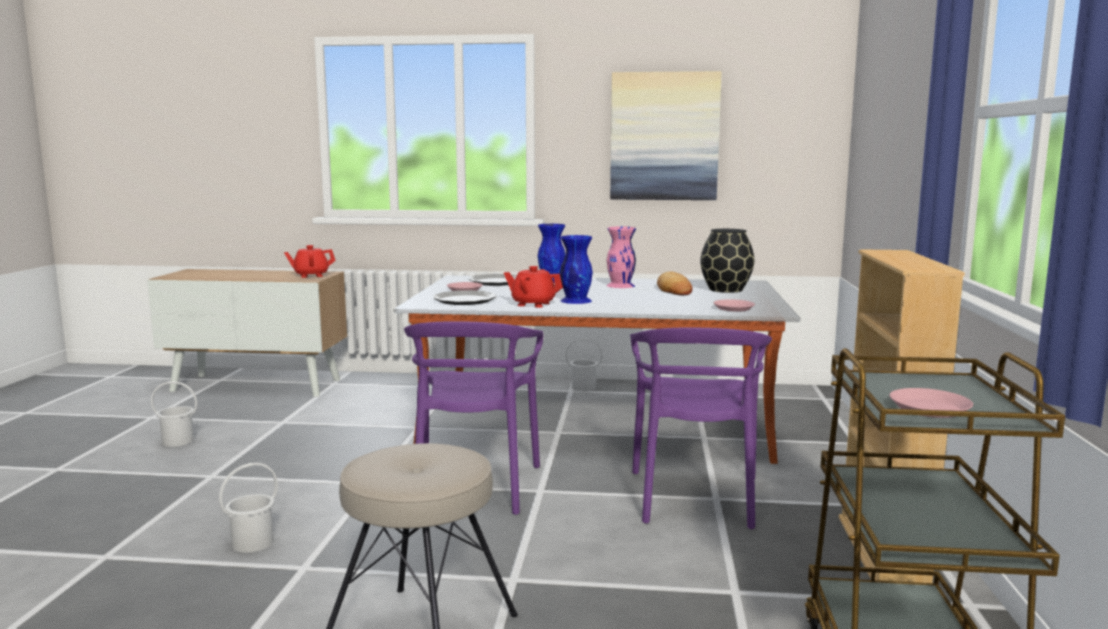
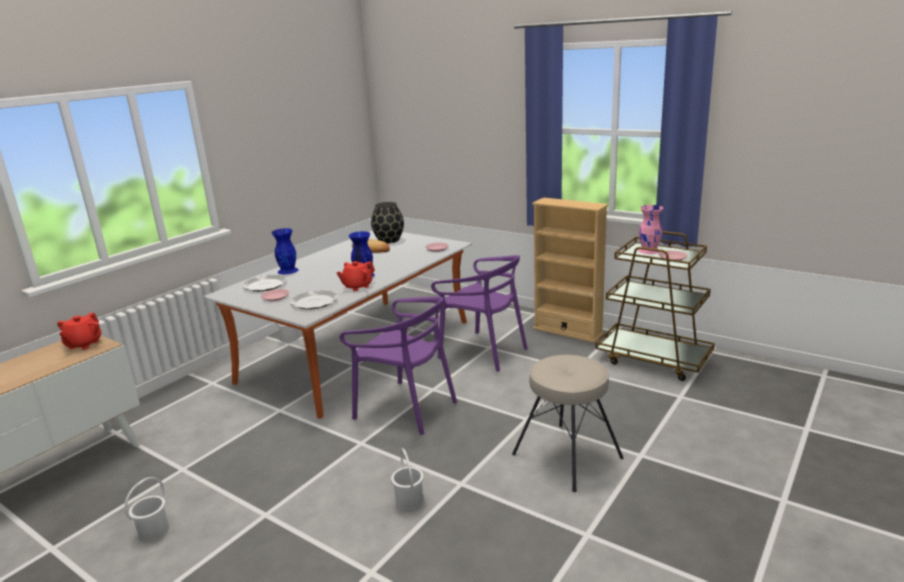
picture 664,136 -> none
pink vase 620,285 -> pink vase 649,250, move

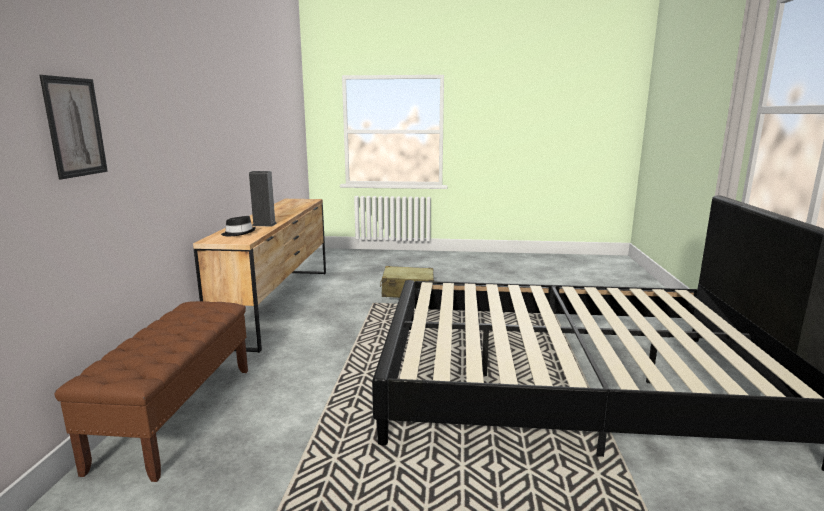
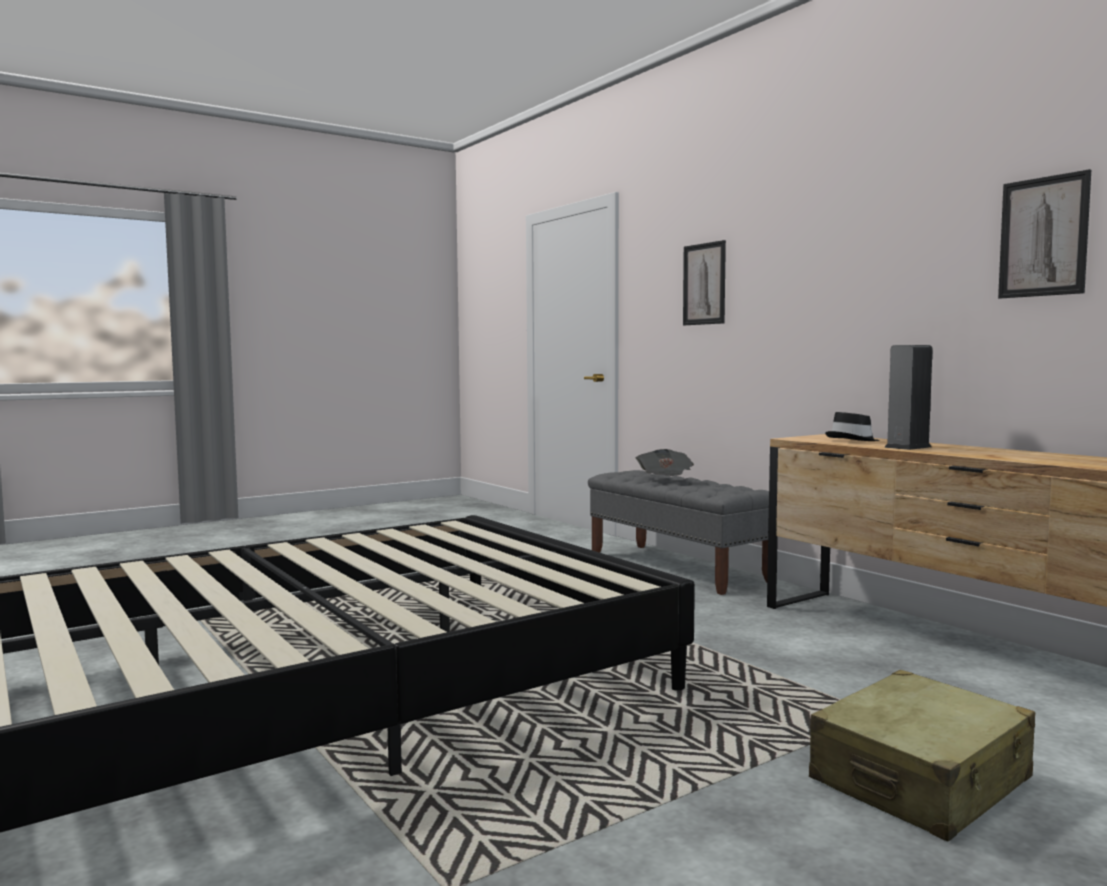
none -> newspaper 665,479
none -> picture 1043,237
brown bench 177,414 -> grey bench 677,568

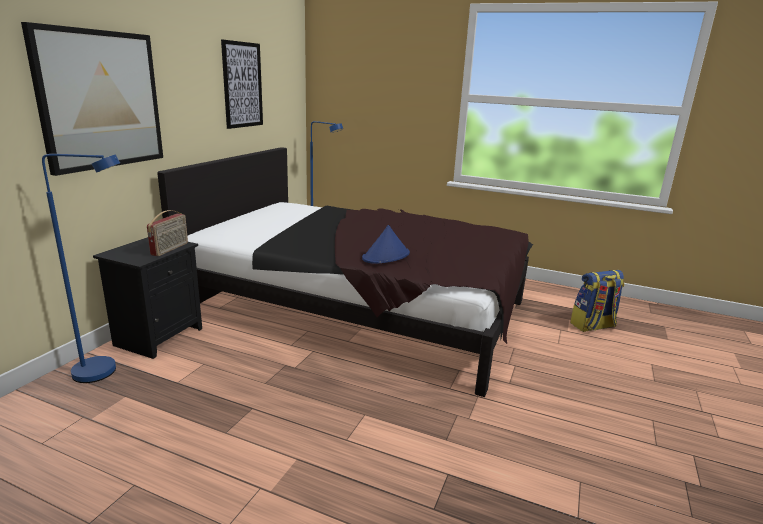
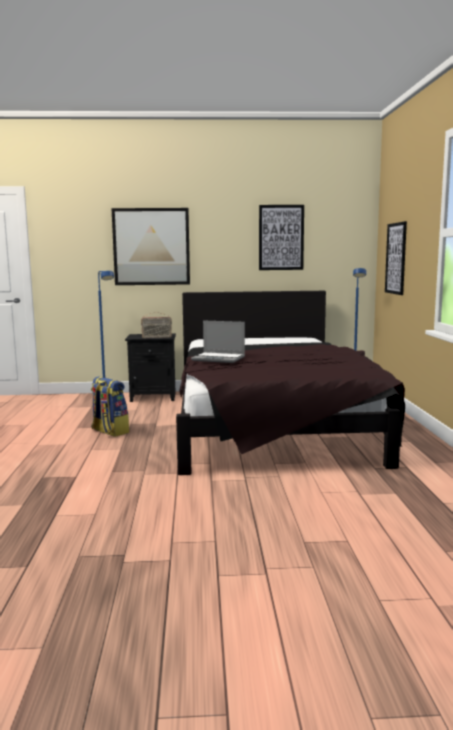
none -> picture 396,258
backpack 593,326 -> backpack 109,431, move
blue hat 386,256 -> laptop 219,359

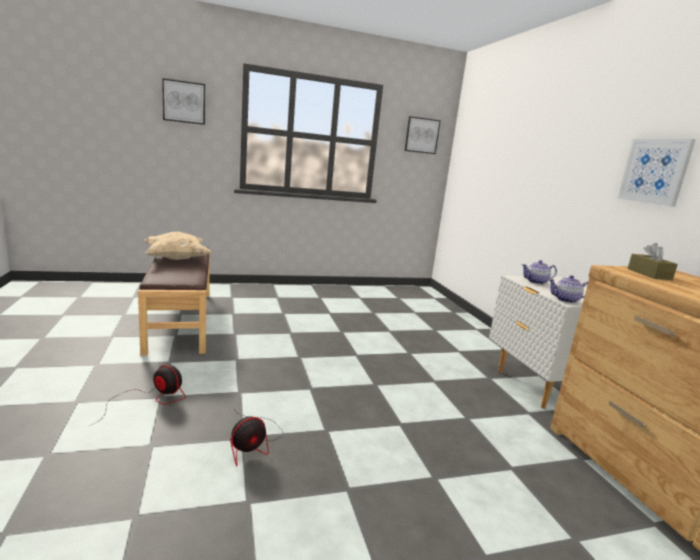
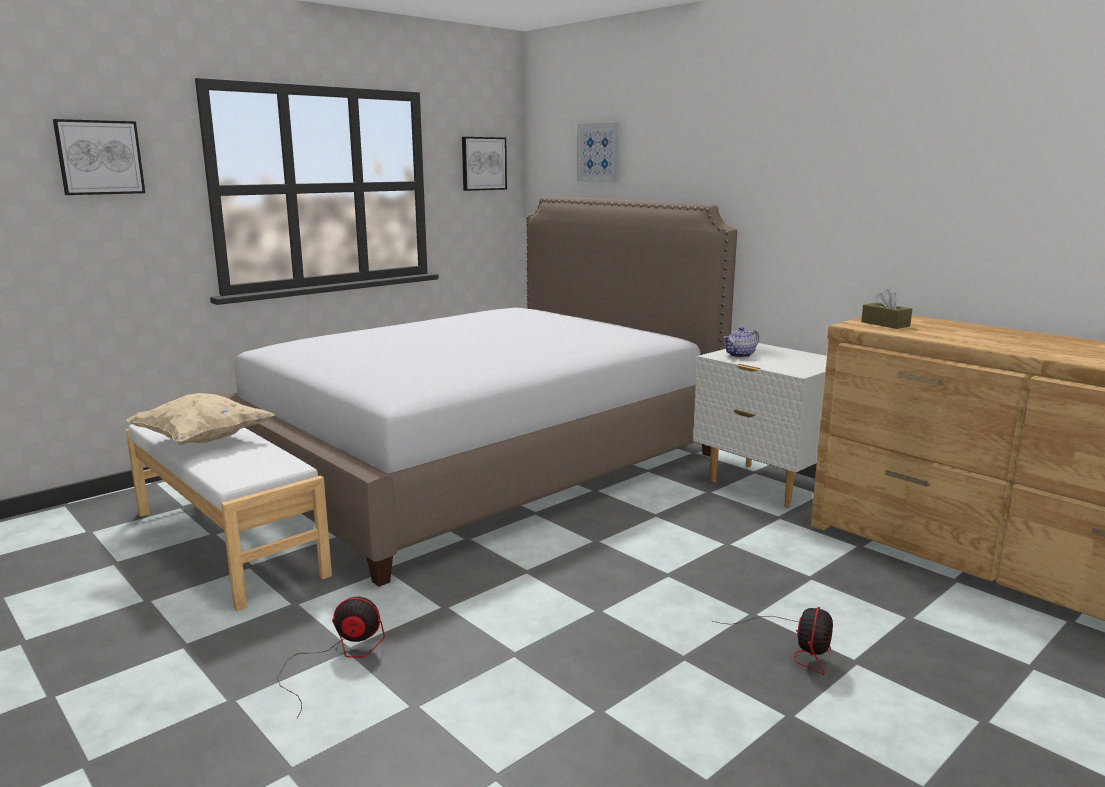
teapot 566,300 -> none
none -> bed 481,465
fan 253,443 -> fan 796,647, move
picture 655,171 -> picture 599,152, move
brown bench 181,320 -> white bench 229,542

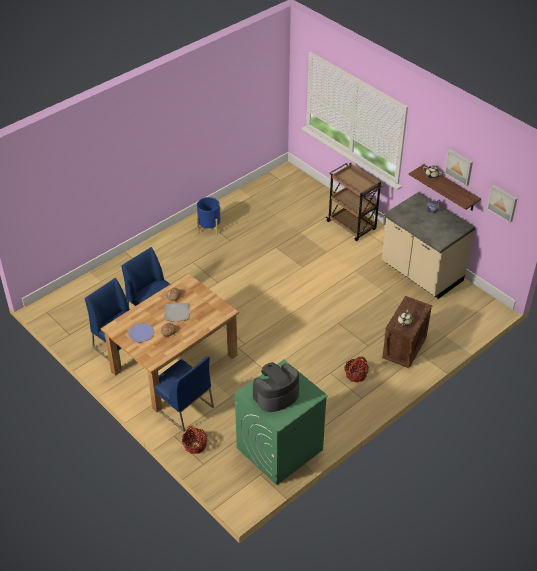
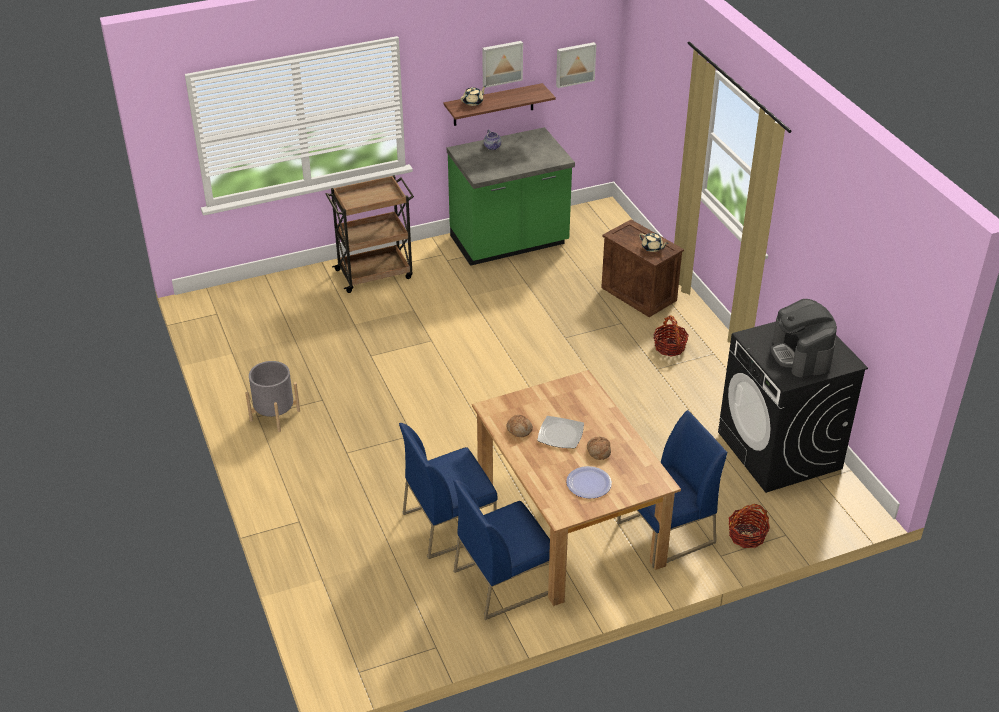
blue planter 209,228 -> grey planter 275,415
green washing machine 279,449 -> black washing machine 779,451
beige counter 421,273 -> green counter 509,243

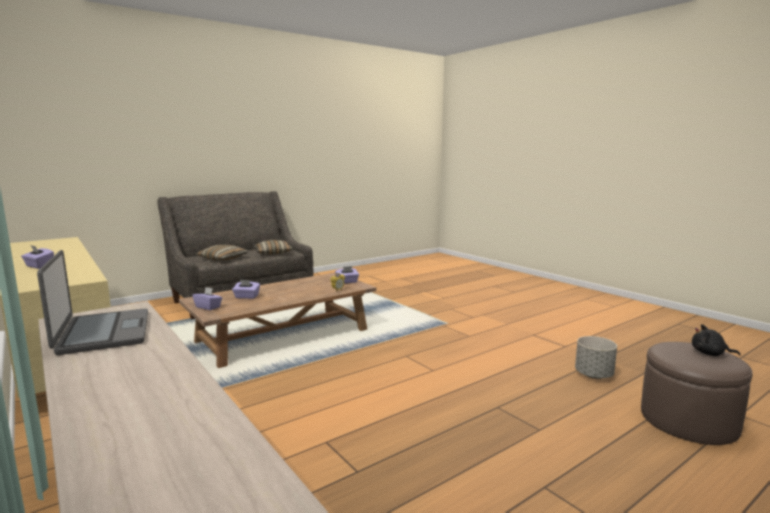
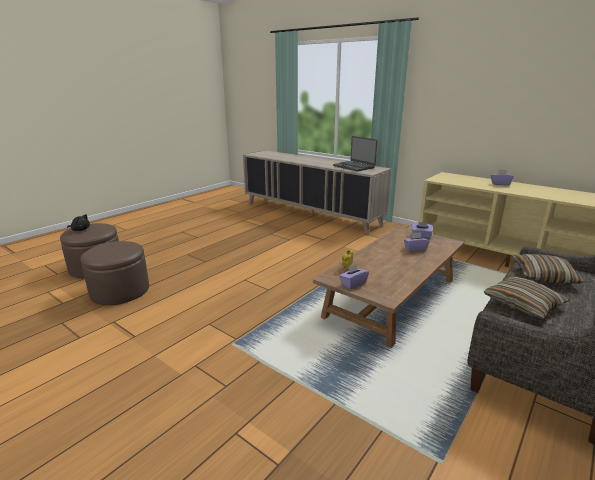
grey planter 594,375 -> brown ottoman 120,291

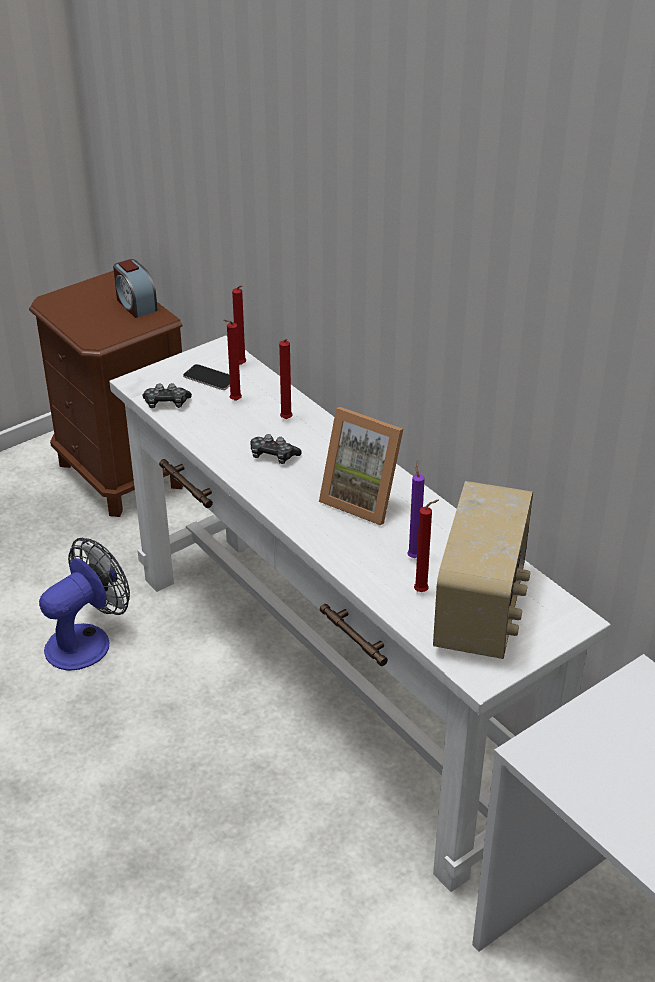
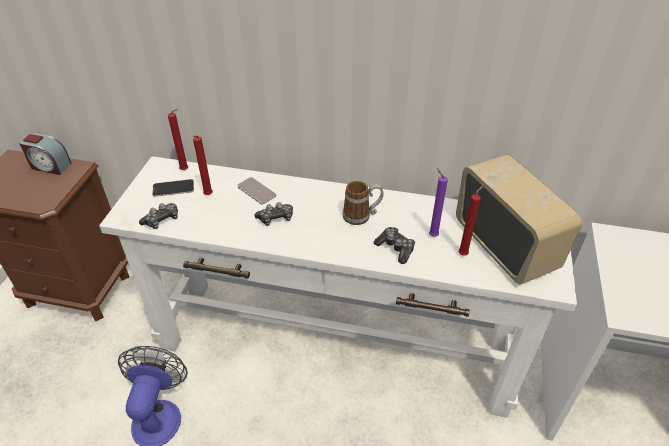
none -> game controller 395,248
red candle 286,420 -> phone 256,191
picture frame 364,499 -> mug 362,216

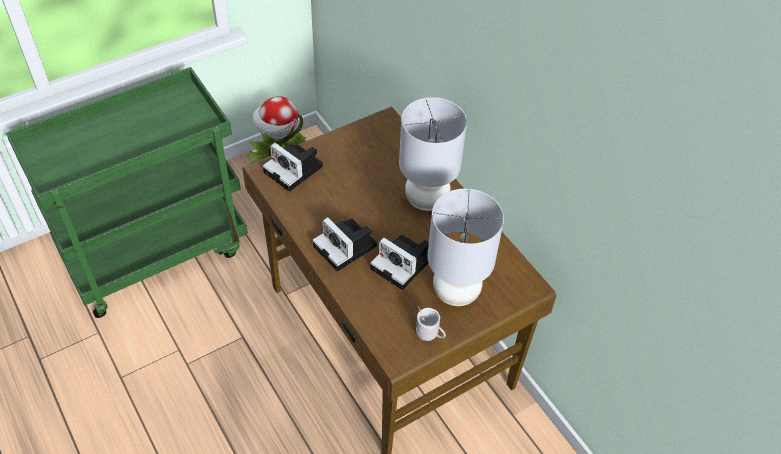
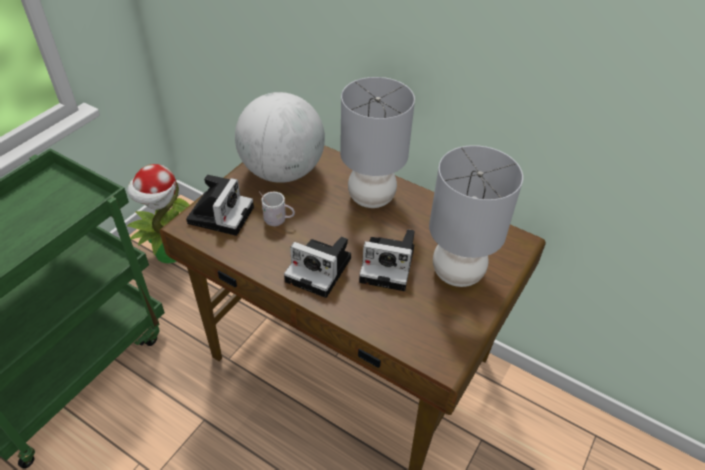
none -> globe 282,172
white mug 429,335 -> white mug 278,221, move
photo camera 295,170 -> photo camera 221,213, 90 degrees counterclockwise

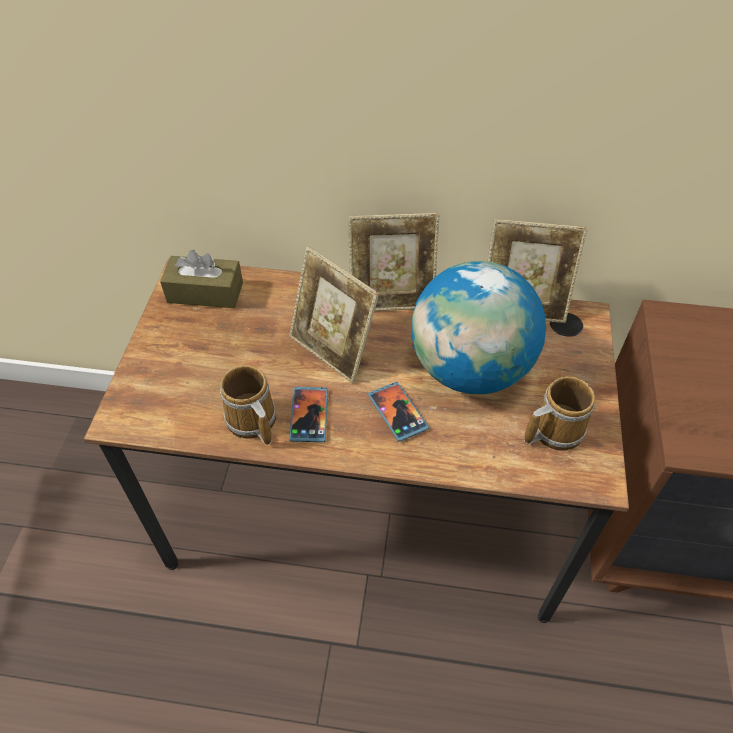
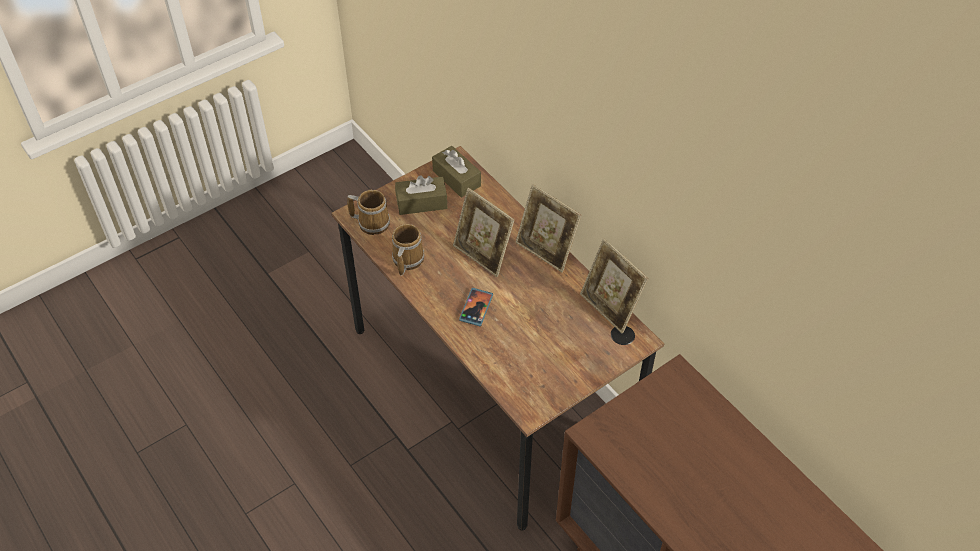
phone 309,415 -> none
globe 469,369 -> none
none -> brown tissue box 421,202
mug 553,429 -> mug 372,222, move
picture frame 333,350 -> picture frame 483,255, 45 degrees counterclockwise

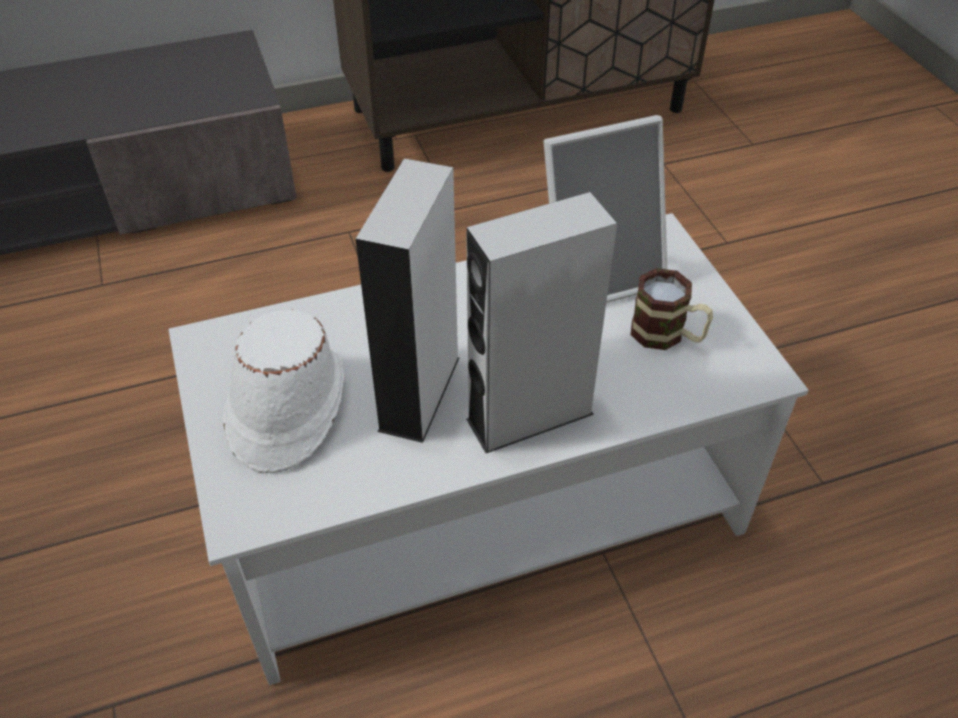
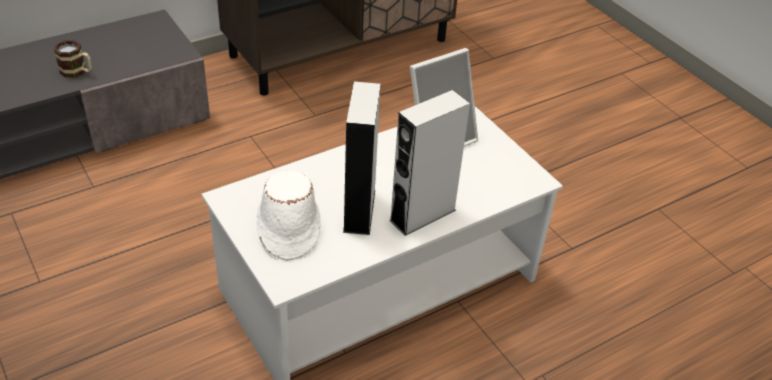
mug 667,335 -> mug 77,72, move

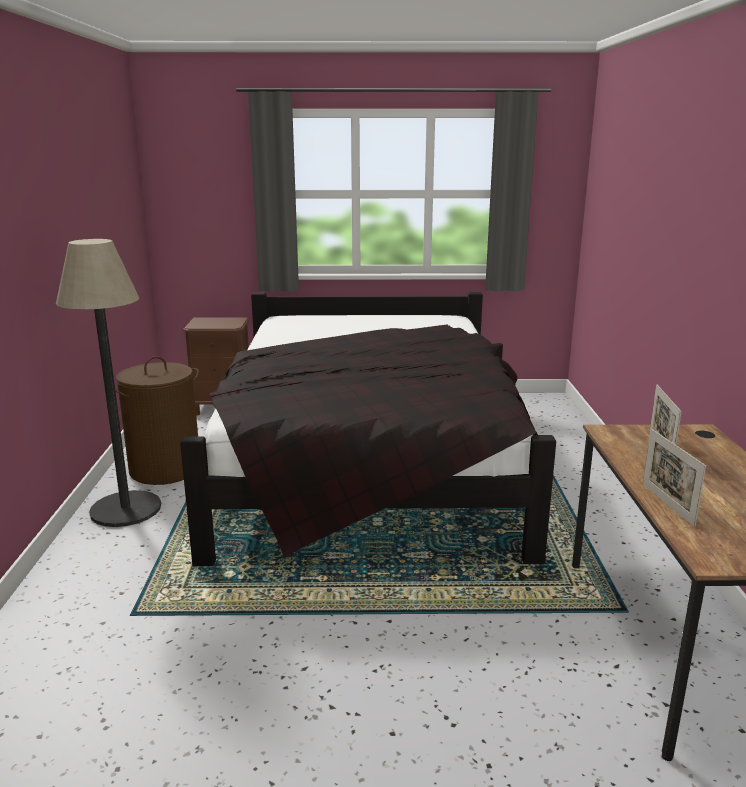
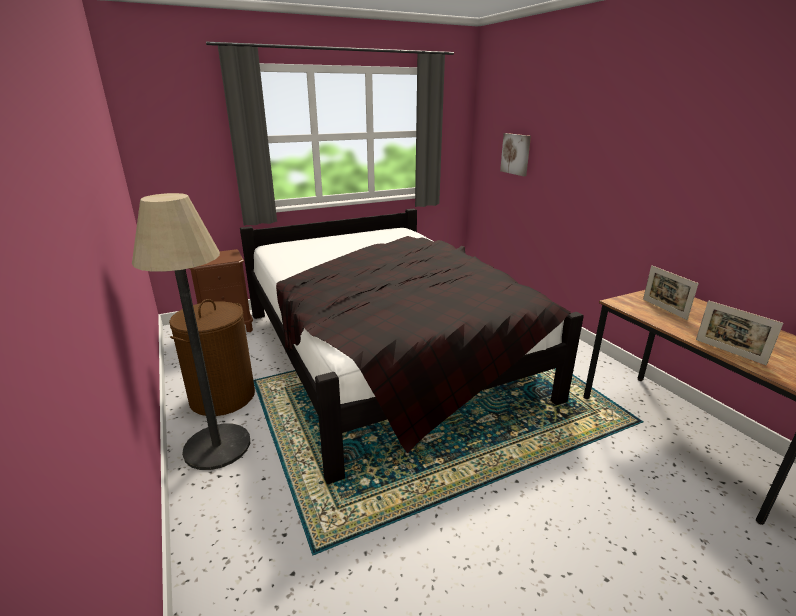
none -> picture 516,154

